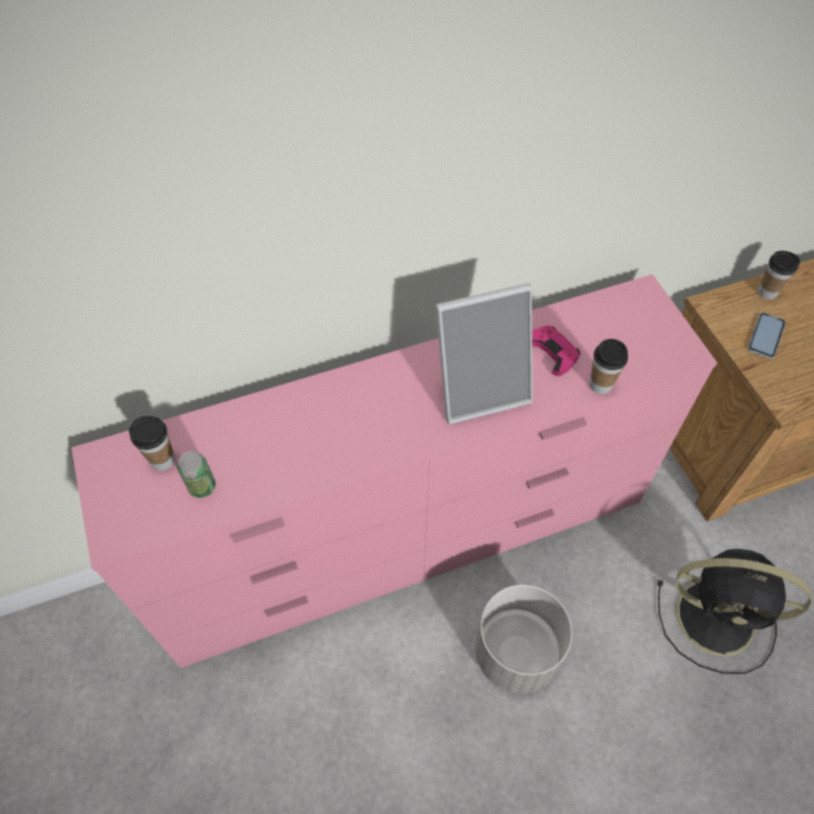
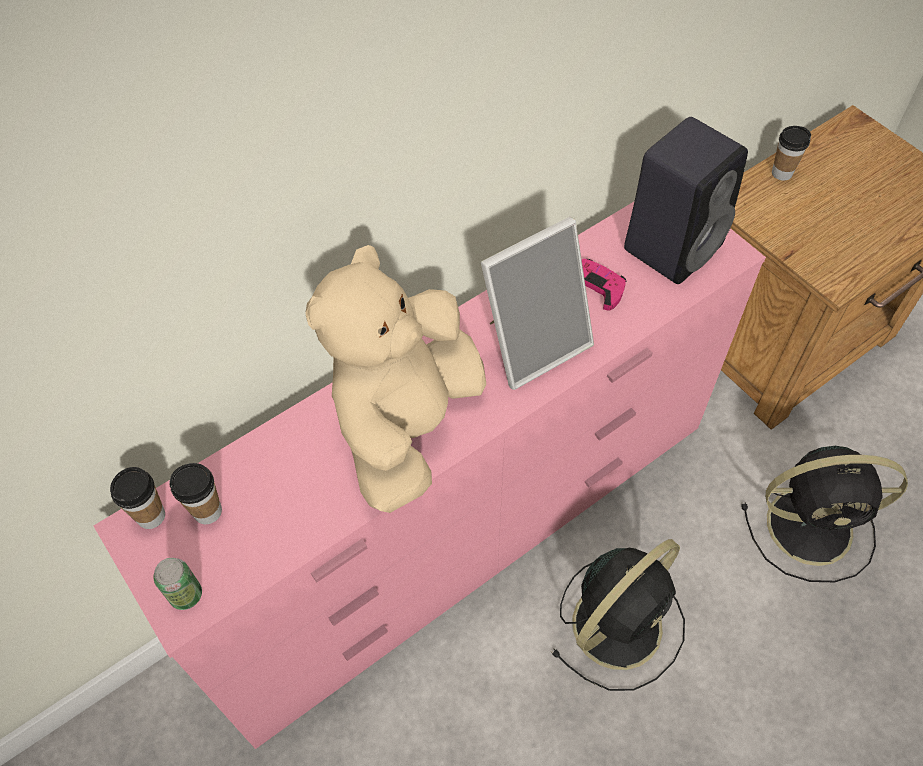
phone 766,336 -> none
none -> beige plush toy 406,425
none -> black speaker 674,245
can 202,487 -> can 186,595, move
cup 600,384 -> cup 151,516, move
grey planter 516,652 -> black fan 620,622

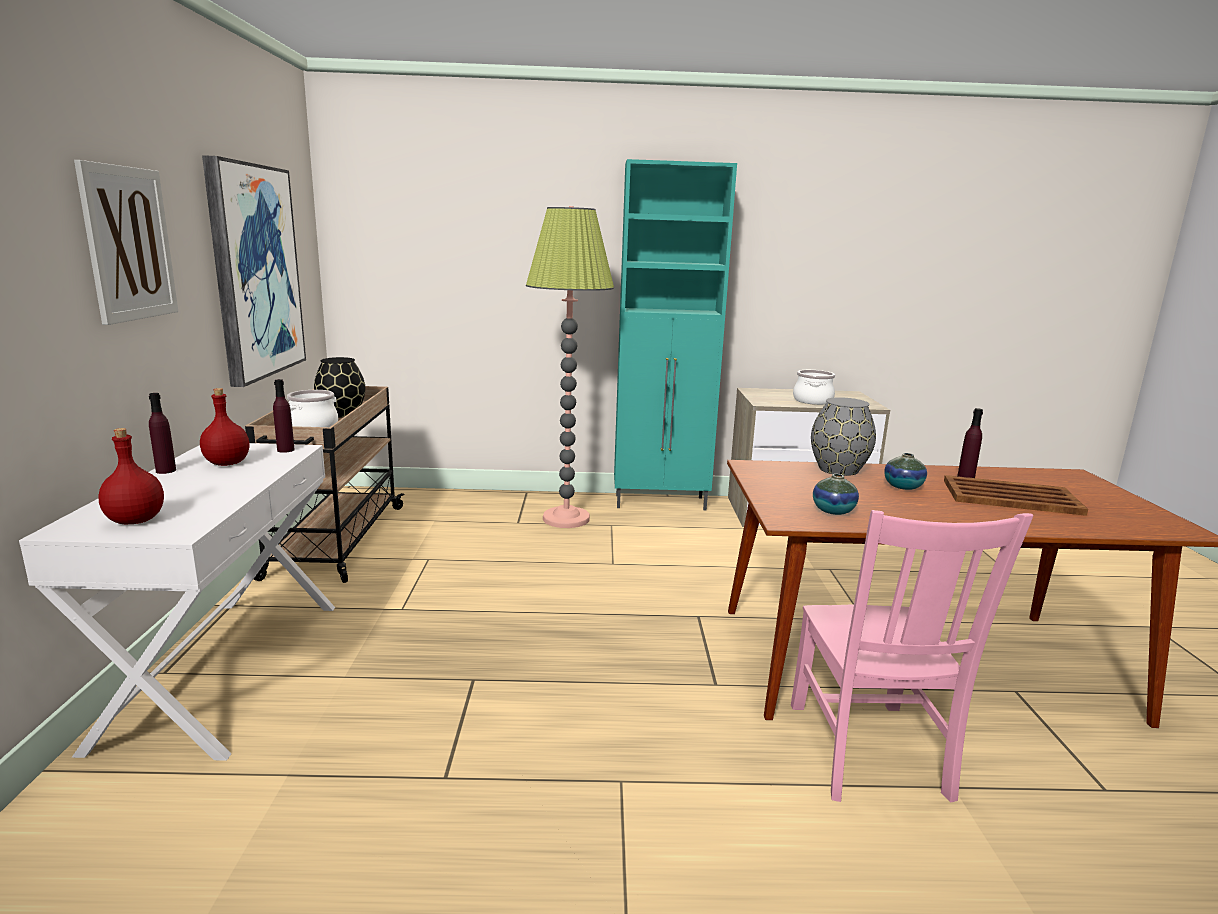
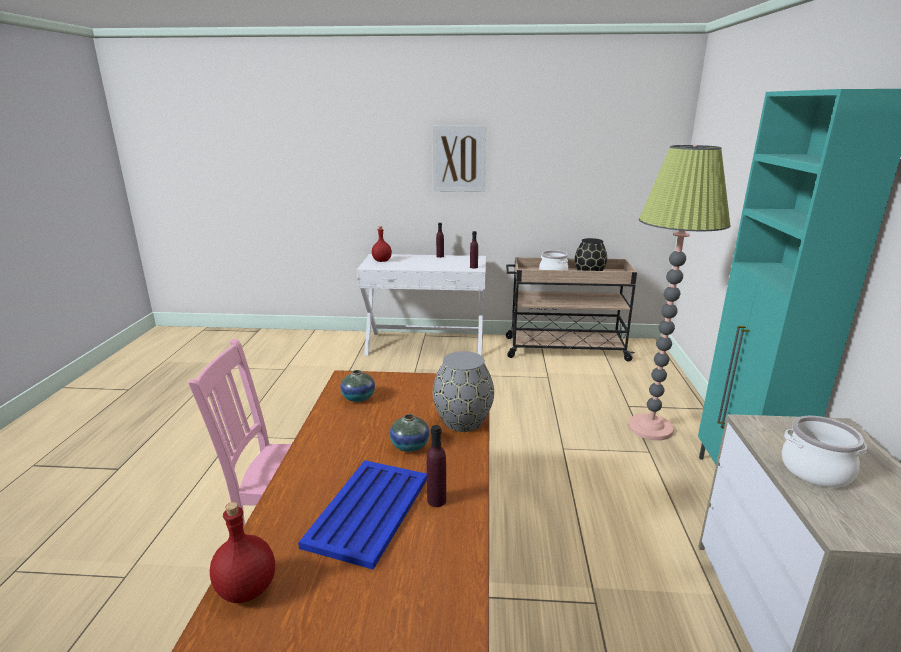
picture 255,272 -> none
red bottle 228,463 -> red bottle 247,590, move
brown tray 1009,497 -> blue tray 369,510

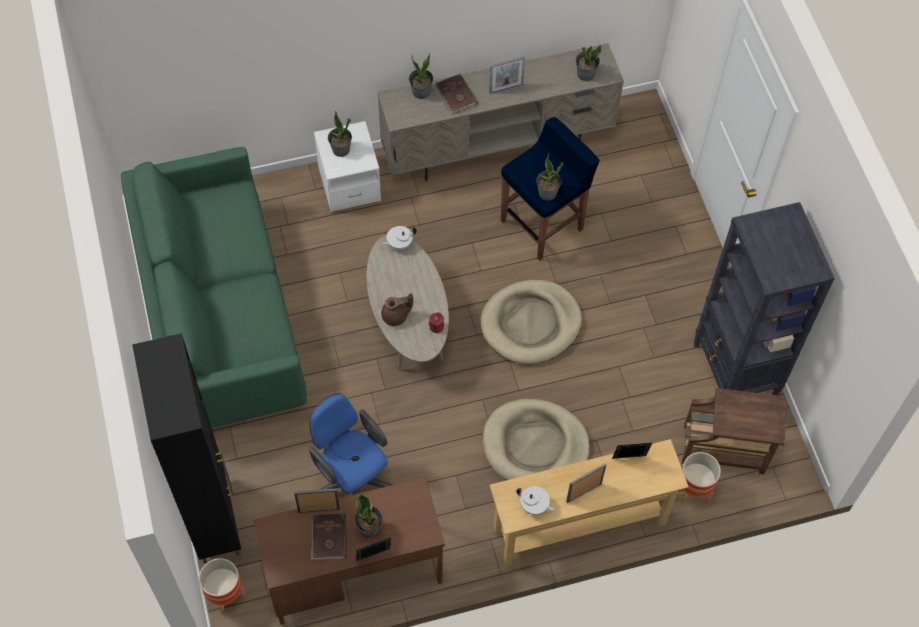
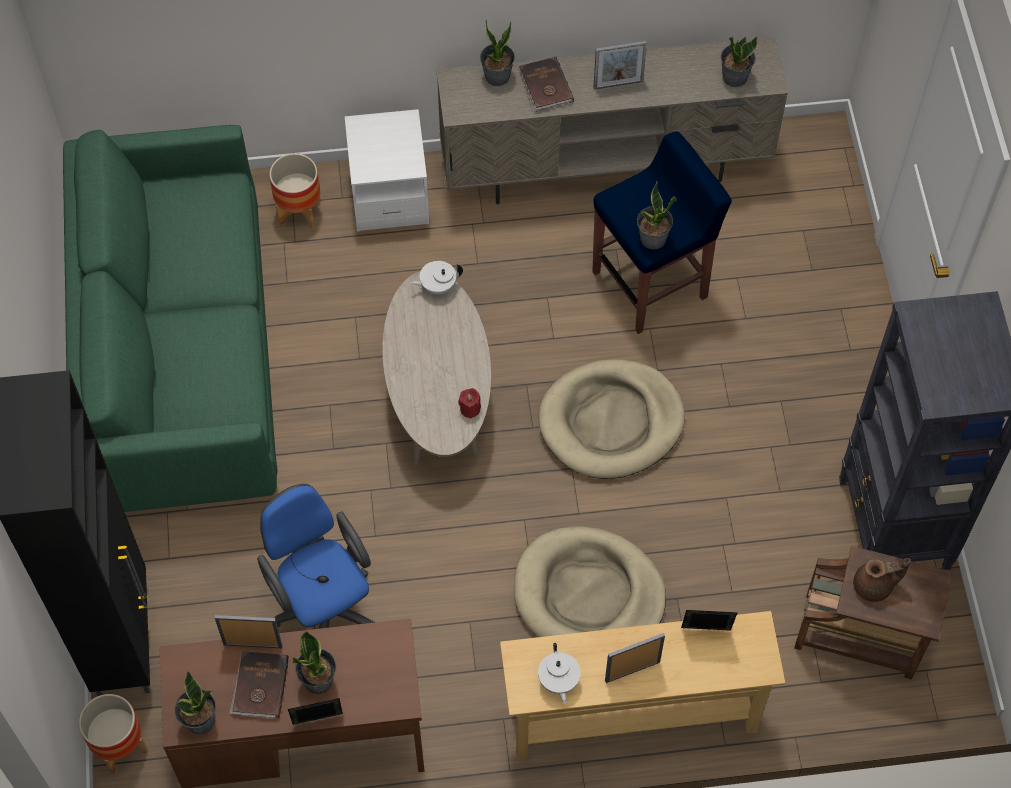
potted plant 341,150 -> potted plant 200,721, move
brown teapot 396,316 -> brown teapot 874,586, move
planter 693,490 -> planter 299,212, move
white teapot 534,506 -> white teapot 558,681, 45 degrees clockwise

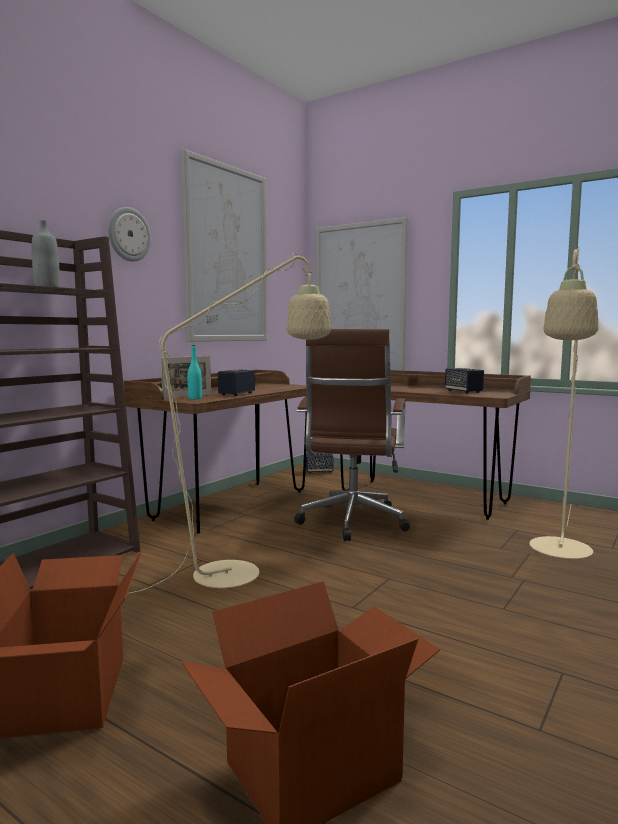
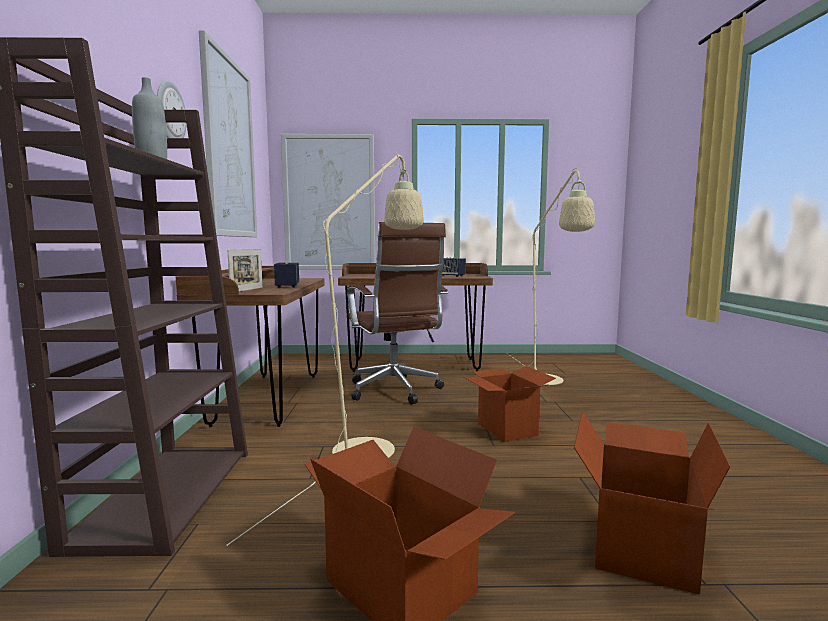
turquoise bottle 195,398 -> none
speaker 319,471 -> none
none -> cardboard box 506,429

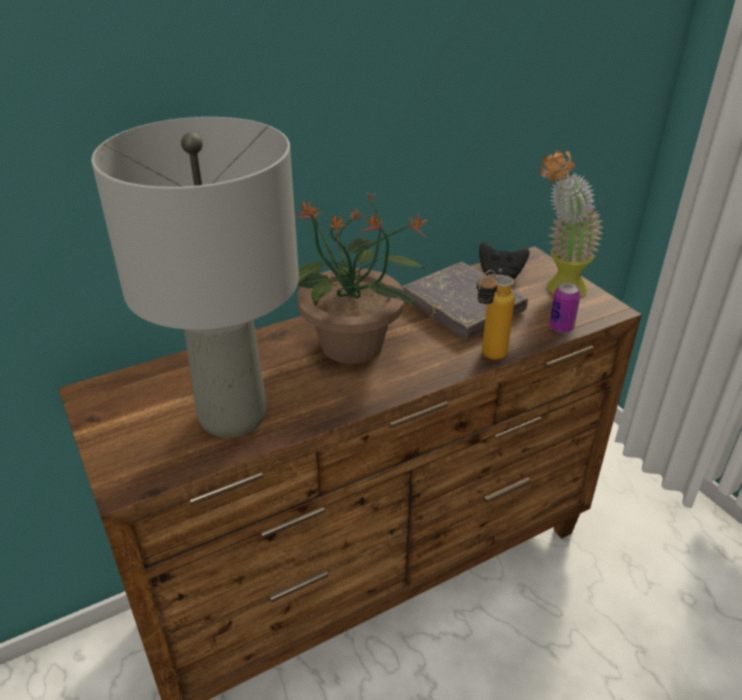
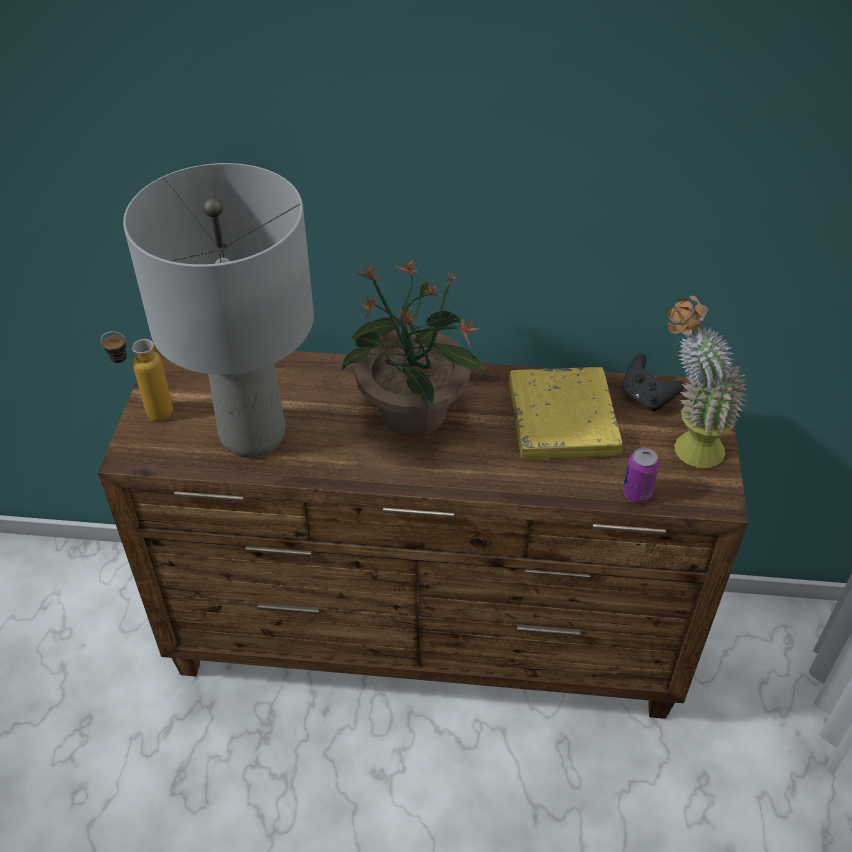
bottle 487,357 -> bottle 148,413, move
grey book 463,306 -> yellow book 562,419

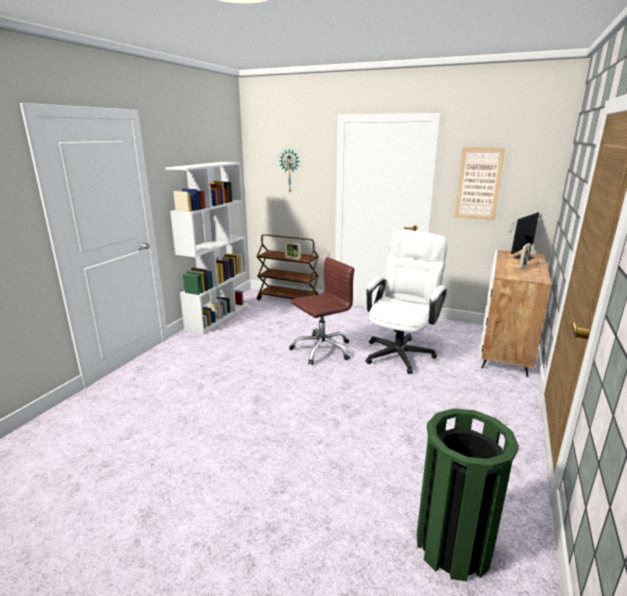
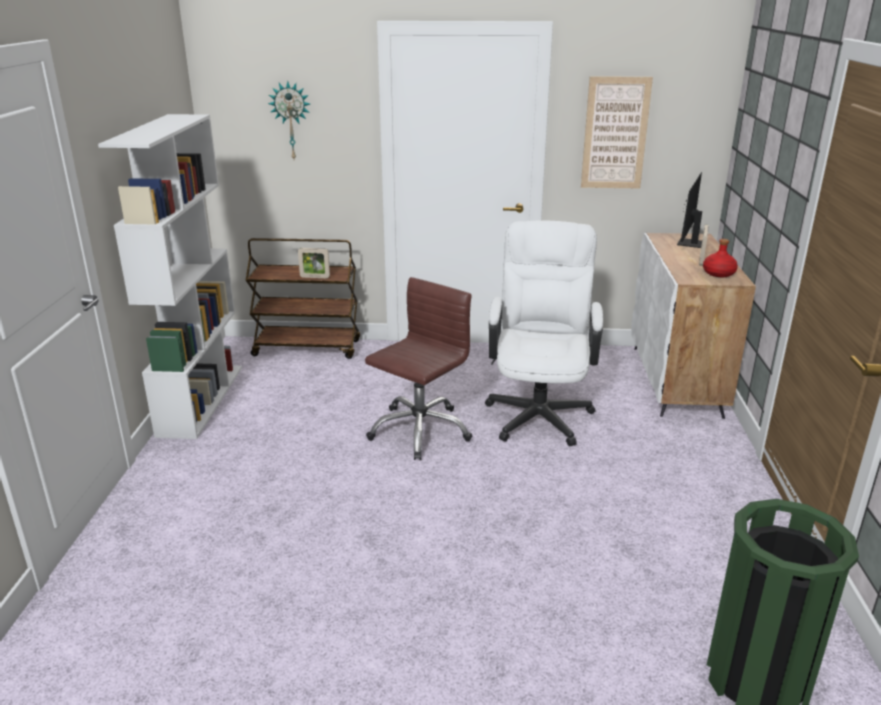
none -> red bottle 719,273

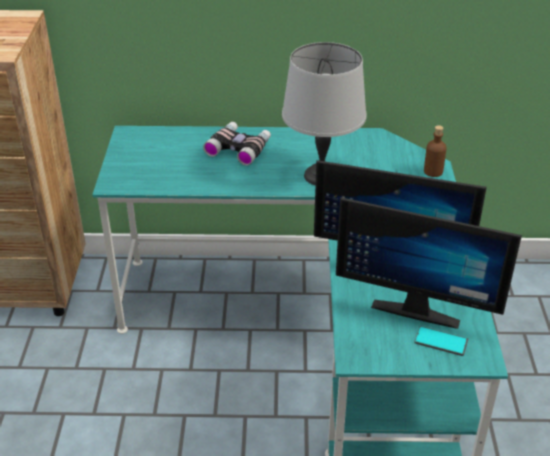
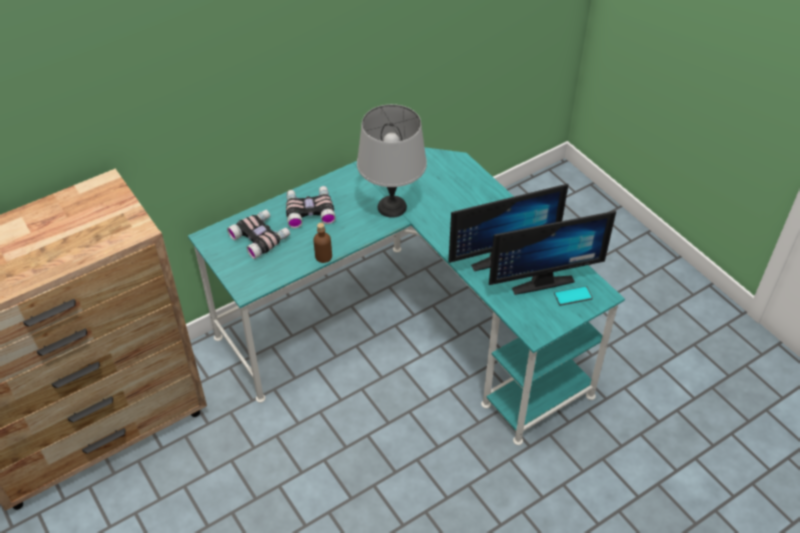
none -> binoculars 261,237
brown bottle 433,171 -> brown bottle 323,256, move

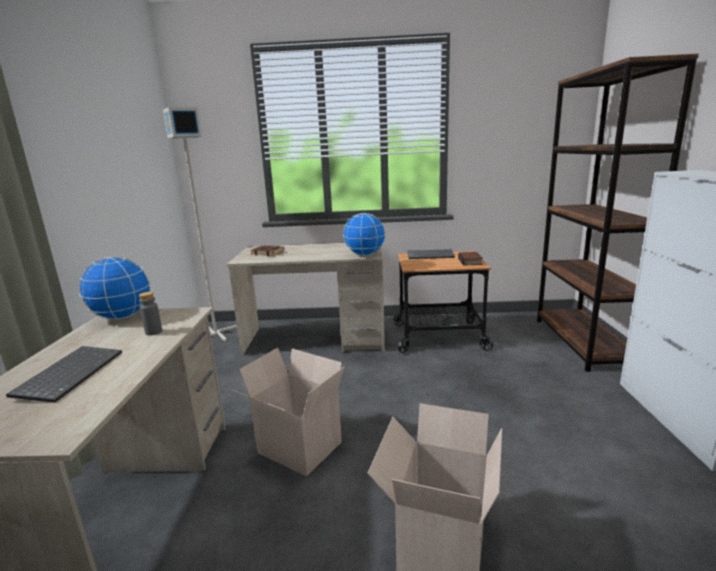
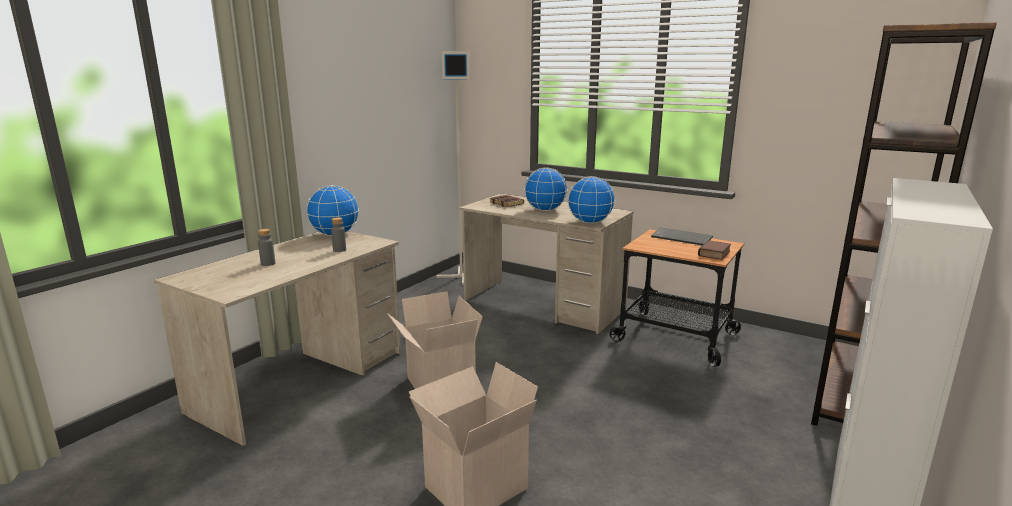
none -> globe 545,210
keyboard 70,374 -> grey bottle 268,263

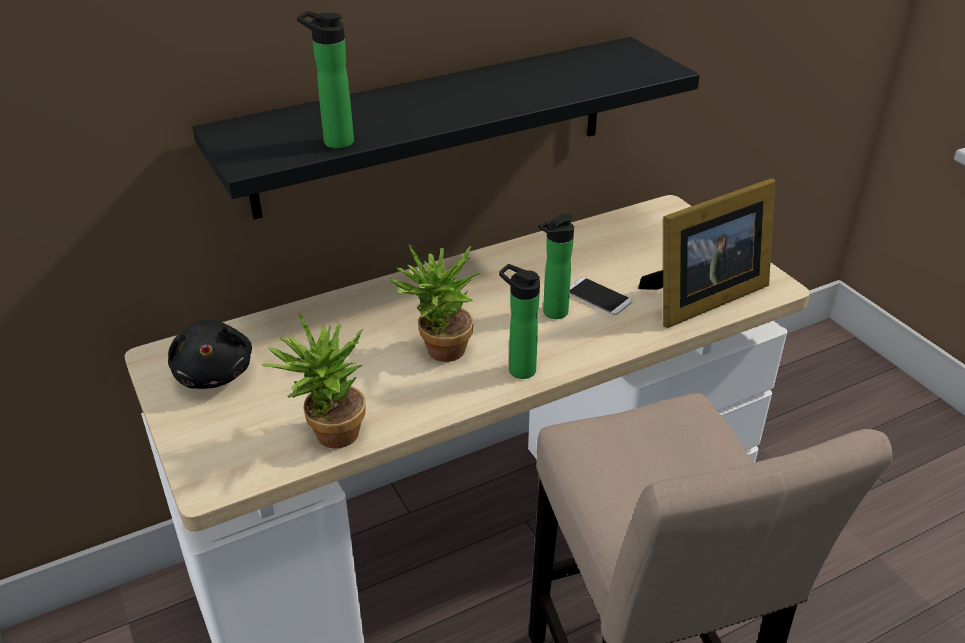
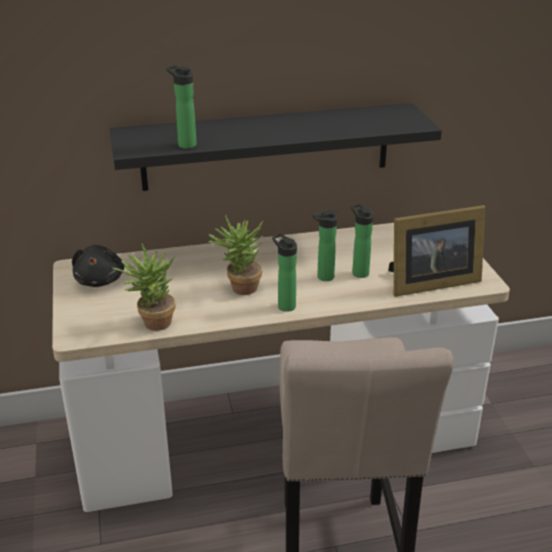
phone 598,297 -> bottle 358,272

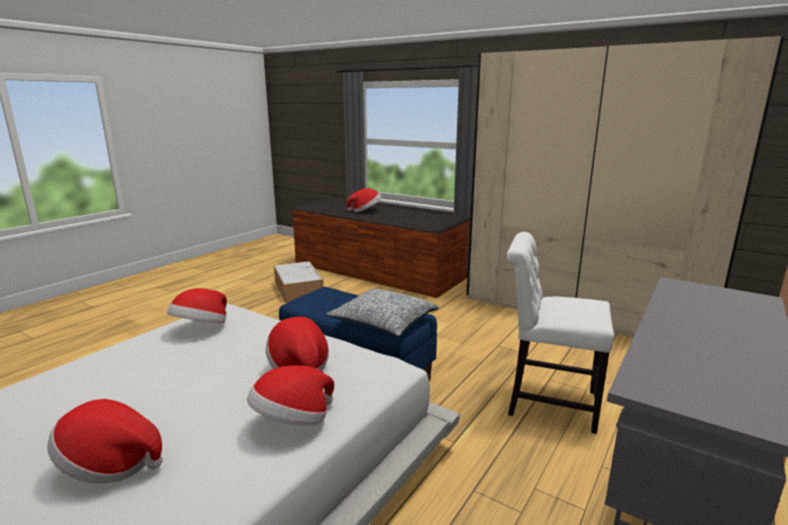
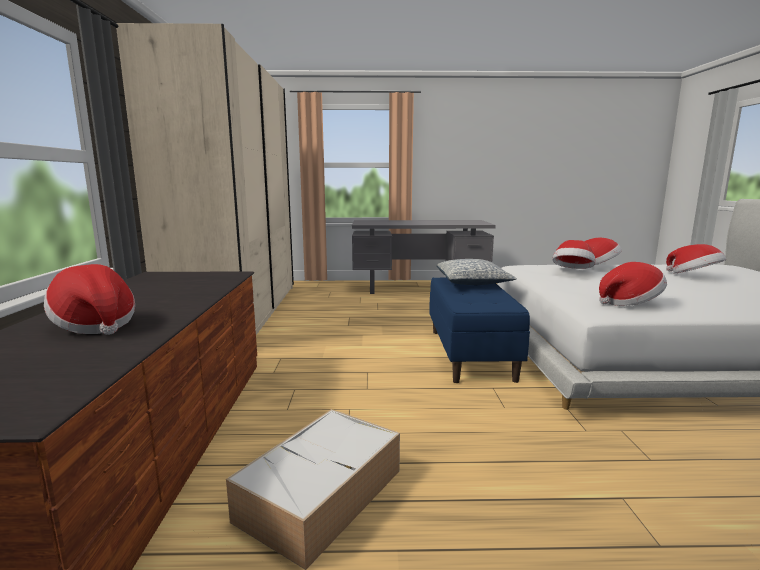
white chair 546,402 -> none

